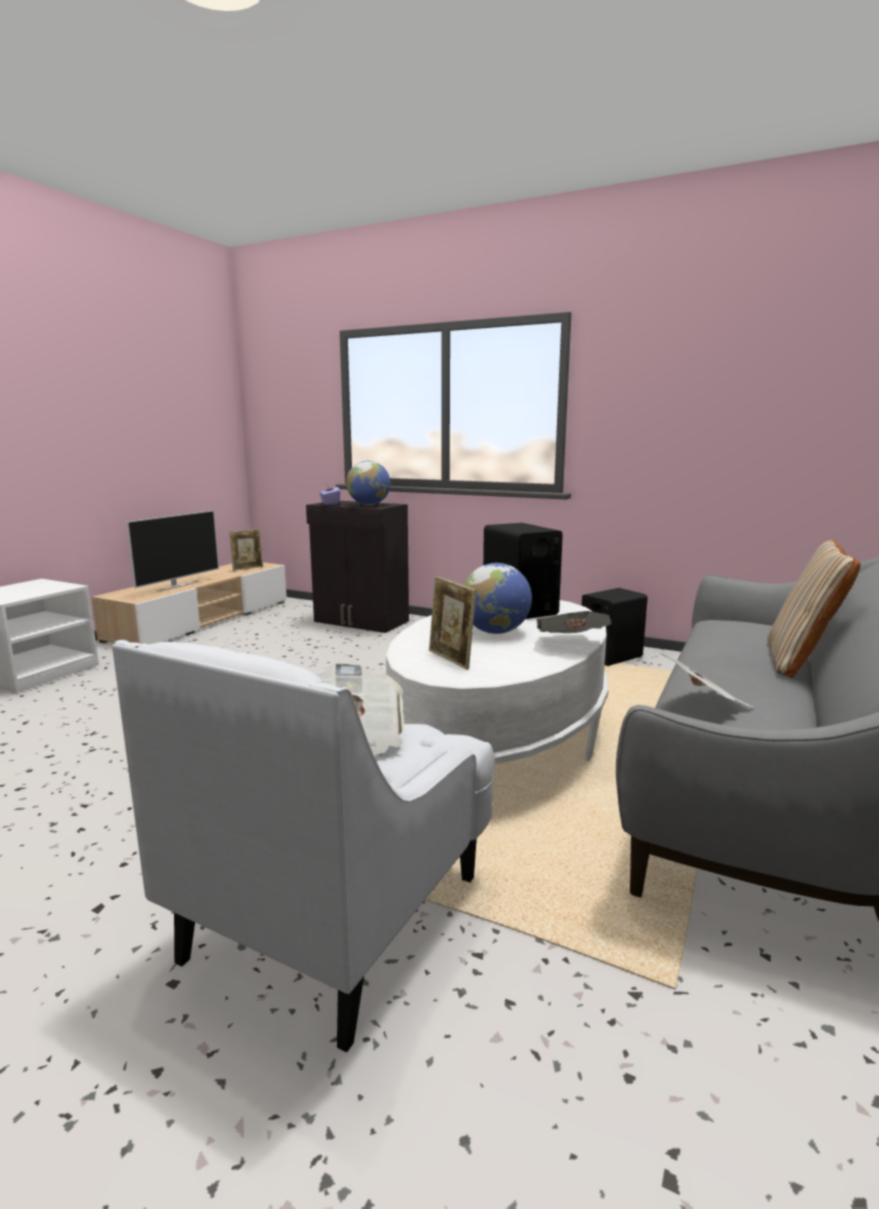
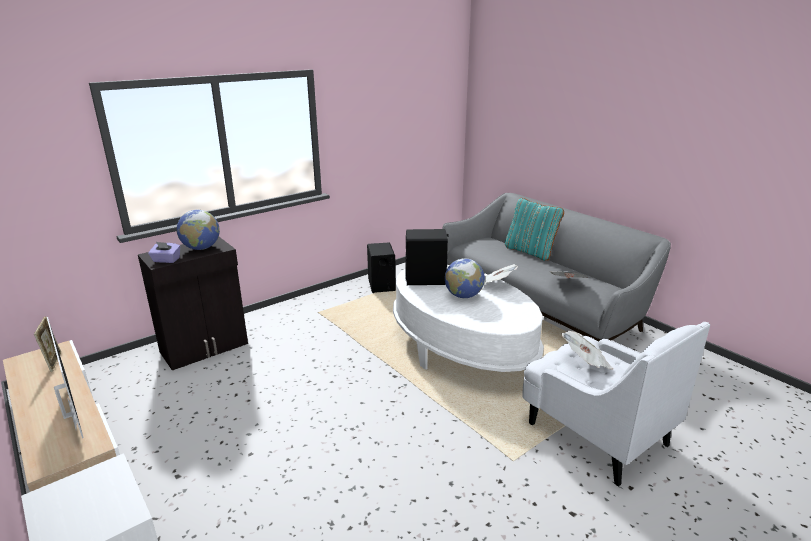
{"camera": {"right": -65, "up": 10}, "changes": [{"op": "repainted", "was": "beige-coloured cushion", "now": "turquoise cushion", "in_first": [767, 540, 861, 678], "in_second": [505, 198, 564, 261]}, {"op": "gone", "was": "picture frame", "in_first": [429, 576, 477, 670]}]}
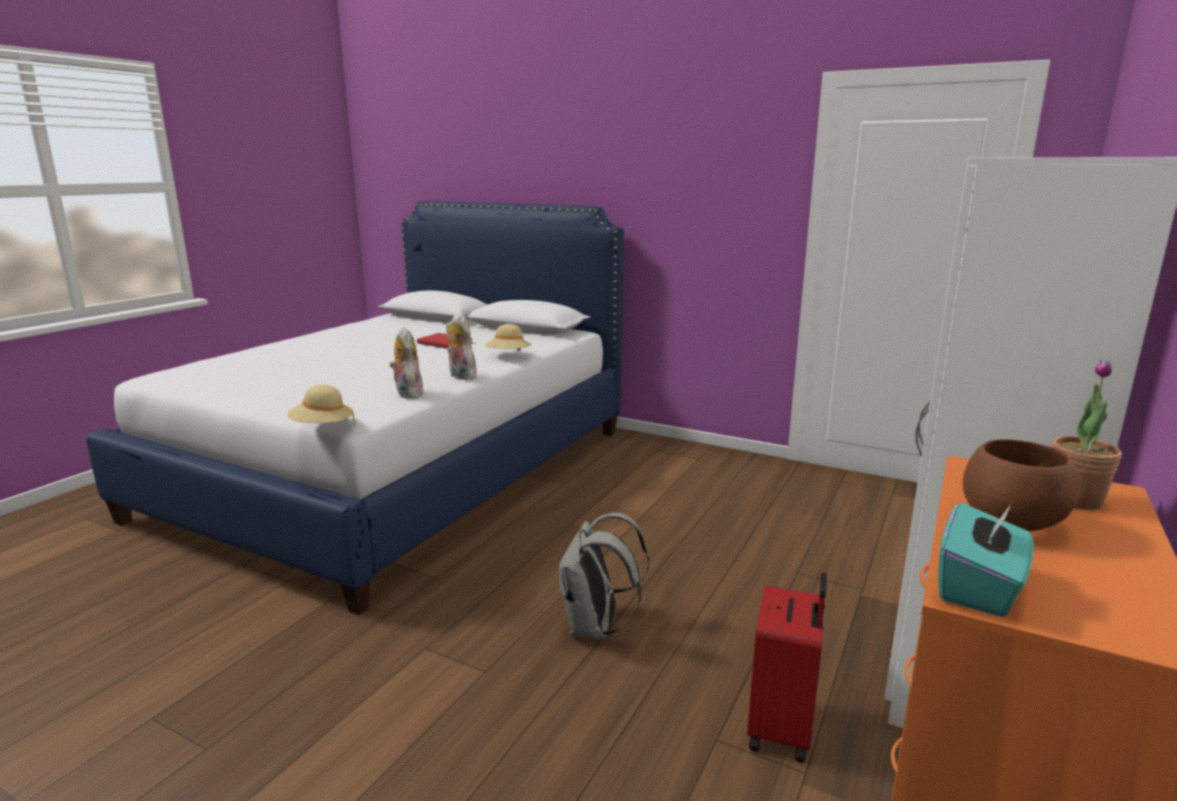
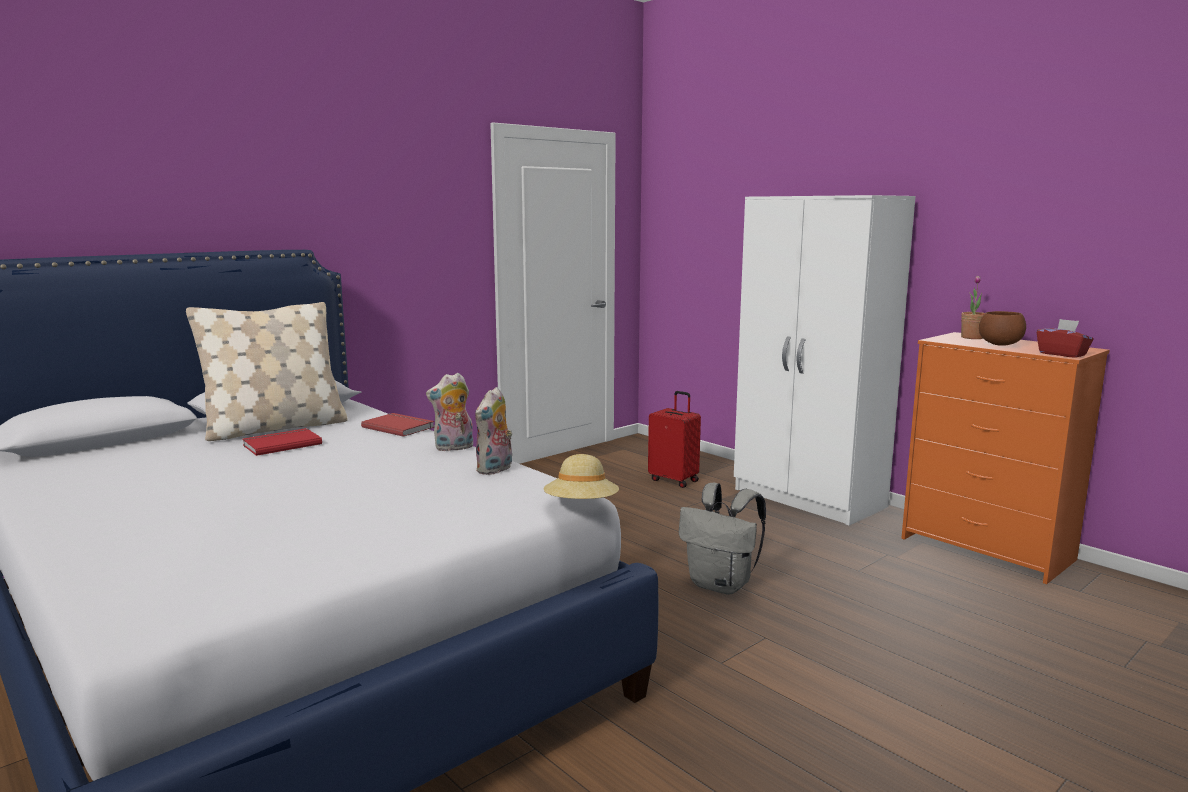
{"camera": {"right": -70, "up": -5}, "changes": [{"op": "swapped", "was": "beige-coloured wearable hat", "now": "red-coloured book", "in_first": [485, 324, 531, 351], "in_second": [361, 413, 434, 437]}, {"op": "rotated", "was": "cuddly toy", "in_first": [389, 327, 424, 399], "in_second": [475, 387, 512, 475], "clockwise": -60}, {"op": "repainted", "was": "turquoise box of tissues", "now": "red-coloured box of tissues", "in_first": [938, 503, 1034, 617], "in_second": [1037, 319, 1094, 358]}, {"op": "shifted", "was": "red-coloured travel case", "in_first": [747, 572, 827, 763], "in_second": [648, 391, 701, 488]}, {"op": "new", "now": "beige-coloured cushion", "in_second": [186, 302, 348, 441]}]}
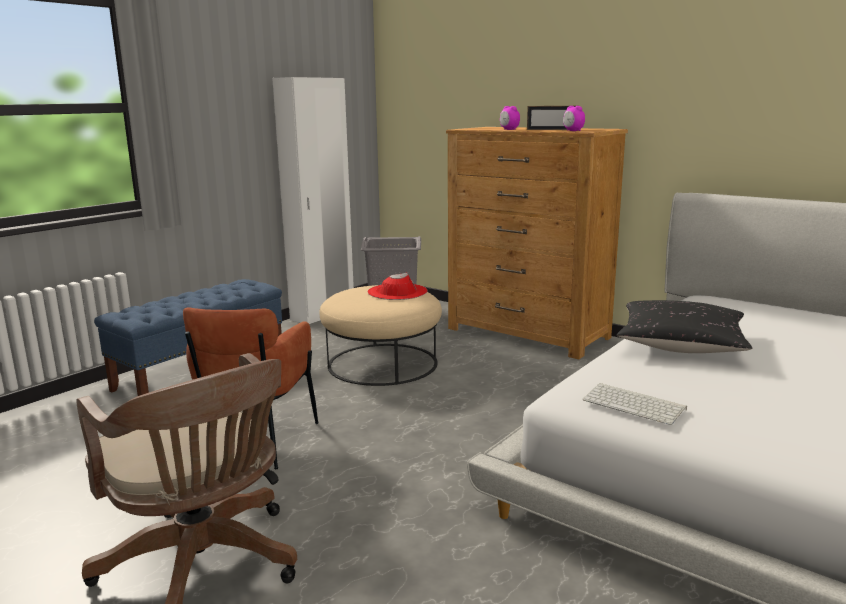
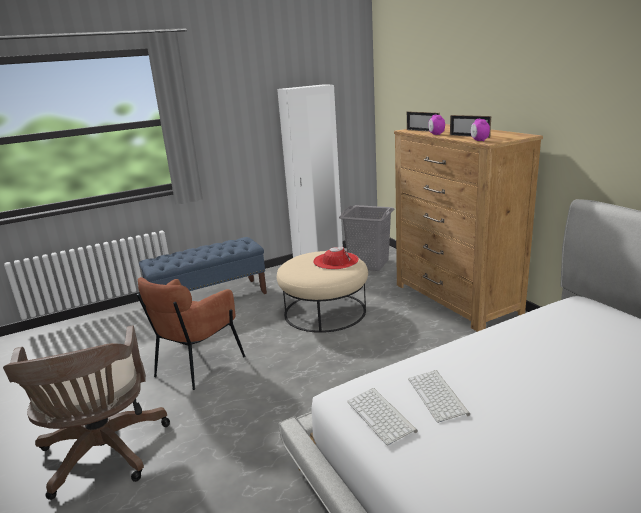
{"camera": {"right": 25, "up": 5}, "changes": [{"op": "gone", "was": "black-coloured cushion", "in_first": [617, 300, 752, 353]}, {"op": "new", "now": "picture frame", "in_second": [407, 112, 440, 132]}, {"op": "new", "now": "keyboard", "in_second": [408, 370, 470, 423]}]}
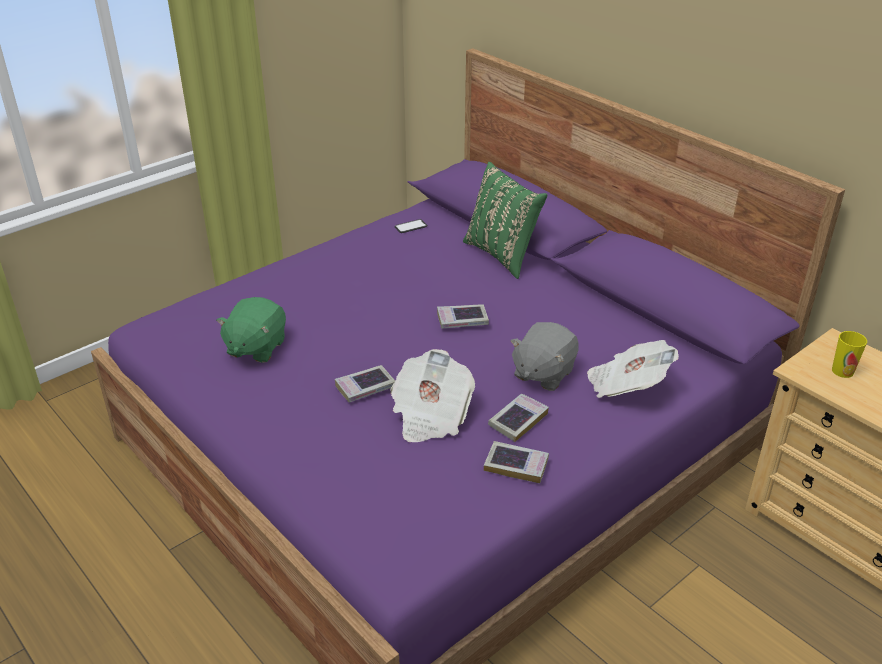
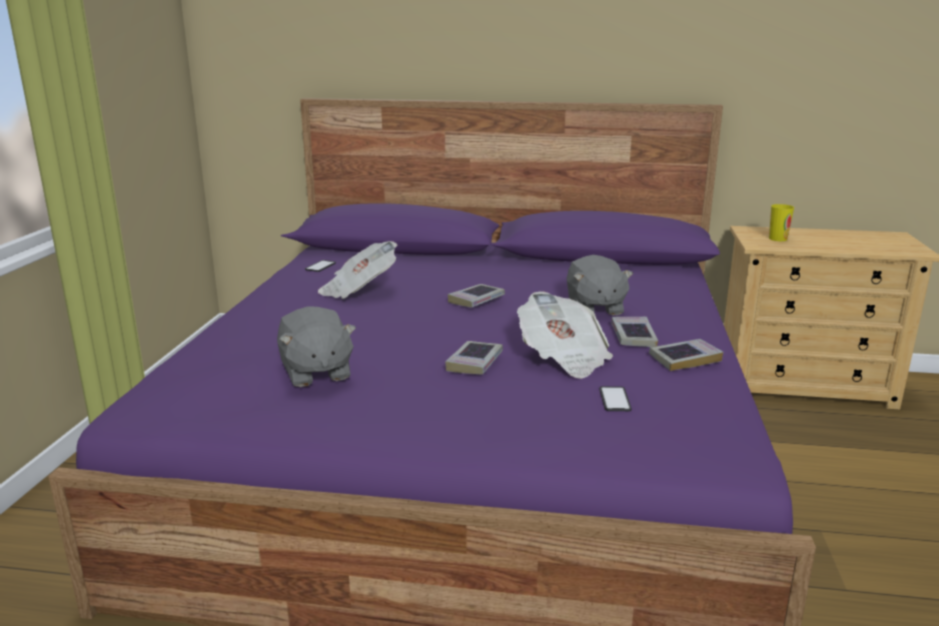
{"camera": {"right": -40, "up": -15}, "changes": [{"op": "gone", "was": "green-coloured cushion", "in_first": [463, 162, 547, 279]}, {"op": "repainted", "was": "green-coloured cuddly toy", "now": "greyish cuddly toy", "in_first": [216, 297, 286, 363], "in_second": [277, 306, 356, 387]}, {"op": "shifted", "was": "daily paper", "in_first": [587, 340, 679, 398], "in_second": [318, 241, 398, 299]}, {"op": "new", "now": "telephone", "in_second": [599, 386, 632, 411]}]}
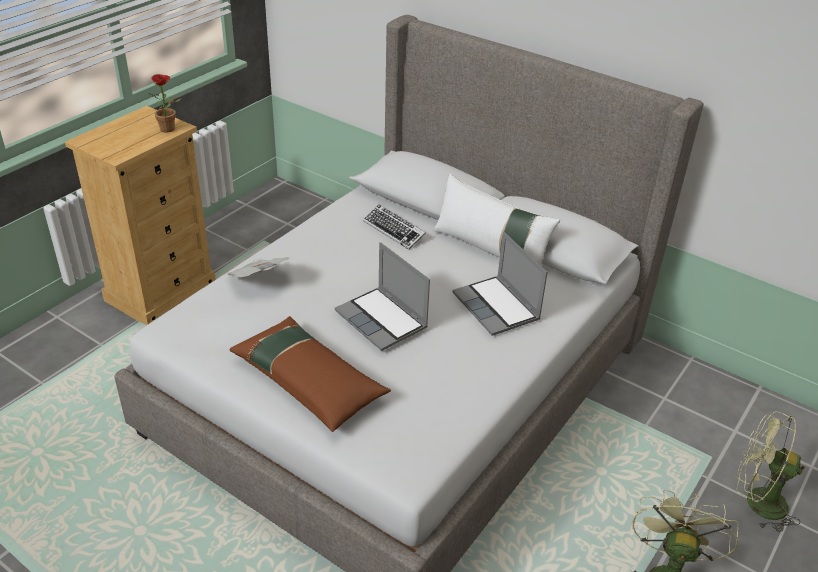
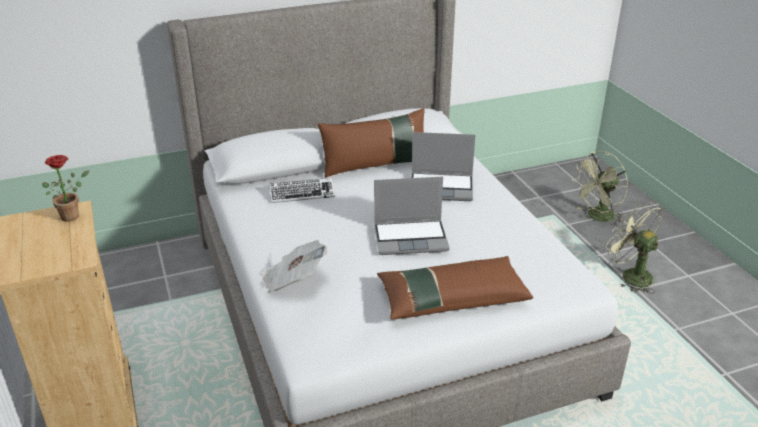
{"camera": {"right": -55, "up": -5}, "changes": [{"op": "repainted", "was": "white cushion", "now": "brownish cushion", "in_first": [434, 174, 560, 265], "in_second": [318, 108, 425, 178]}]}
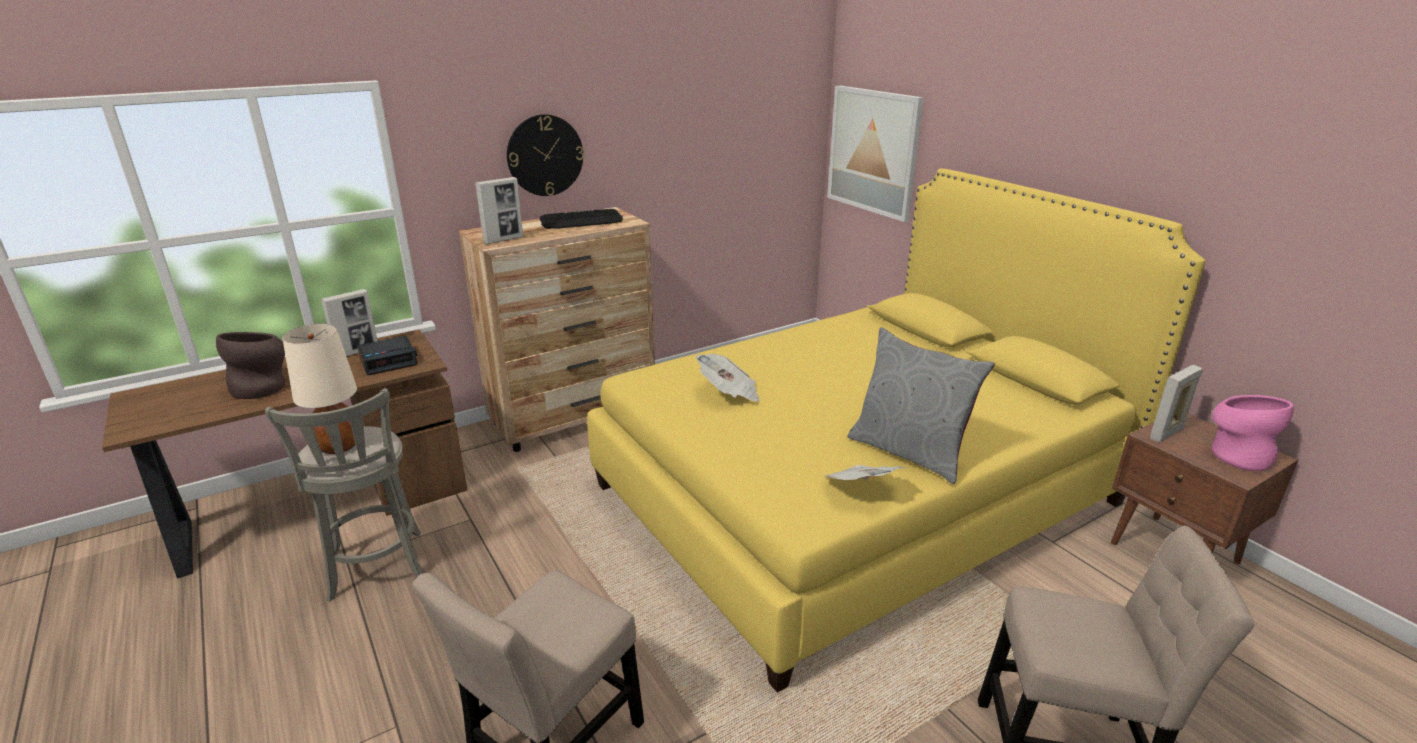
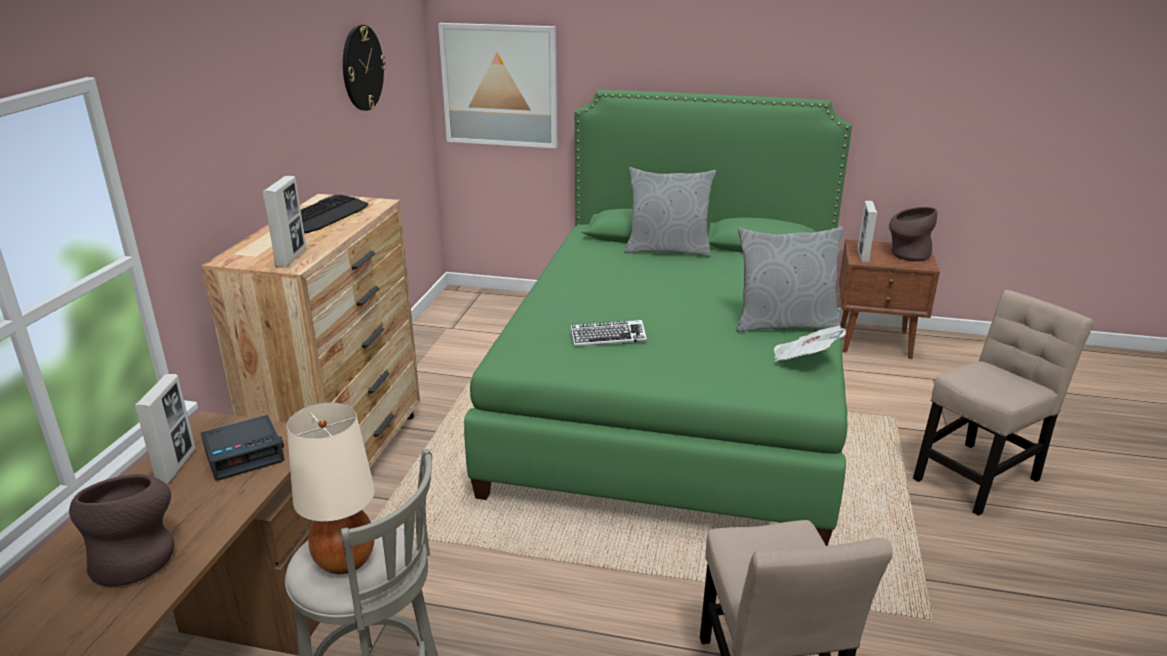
{"camera": {"right": -45, "up": 0}, "changes": [{"op": "shifted", "was": "clock on the wall", "in_first": [507, 114, 584, 196], "in_second": [343, 25, 386, 111]}, {"op": "repainted", "was": "yellow-coloured sleeping bed", "now": "green-coloured sleeping bed", "in_first": [587, 168, 1206, 692], "in_second": [464, 90, 852, 546]}, {"op": "rotated", "was": "alarm clock", "in_first": [357, 336, 417, 375], "in_second": [201, 415, 285, 481], "clockwise": 45}, {"op": "swapped", "was": "daily paper", "now": "keyboard", "in_first": [696, 354, 759, 402], "in_second": [570, 320, 647, 347]}, {"op": "repainted", "was": "pink-coloured decorative vase", "now": "brownish decorative vase", "in_first": [1211, 395, 1294, 471], "in_second": [889, 207, 937, 261]}, {"op": "new", "now": "greyish cushion", "in_second": [624, 167, 716, 257]}]}
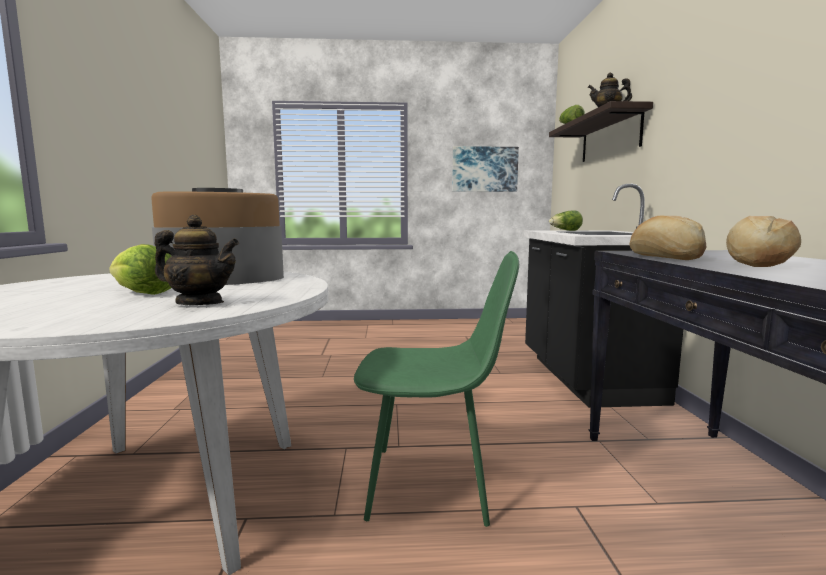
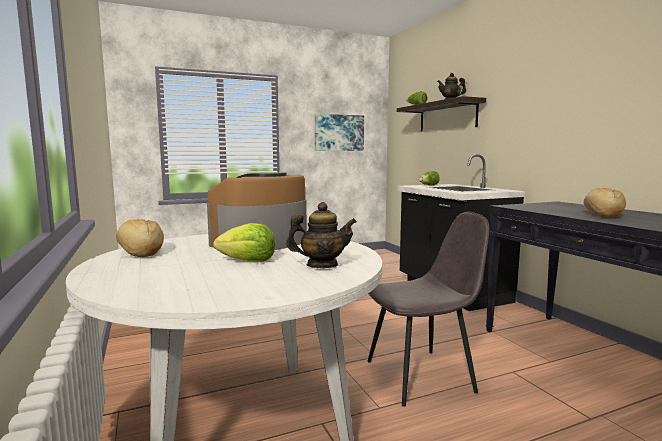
{"camera": {"right": -20, "up": 0}, "changes": [{"op": "shifted", "was": "bread", "in_first": [630, 216, 706, 260], "in_second": [116, 219, 164, 258]}, {"op": "repainted", "was": "green-coloured chair", "now": "greyish chair", "in_first": [354, 251, 519, 527], "in_second": [368, 212, 489, 407]}]}
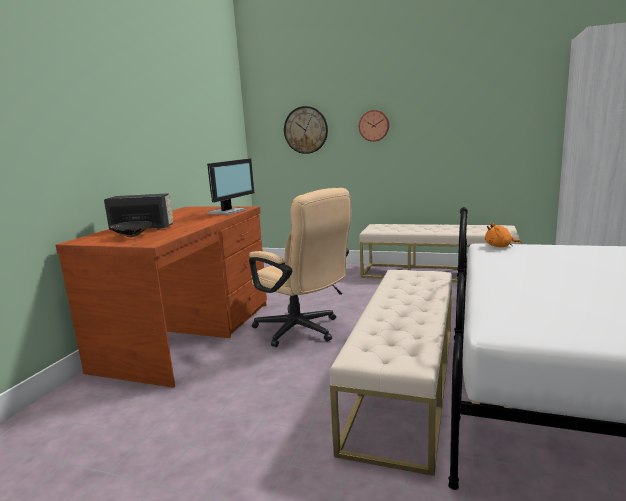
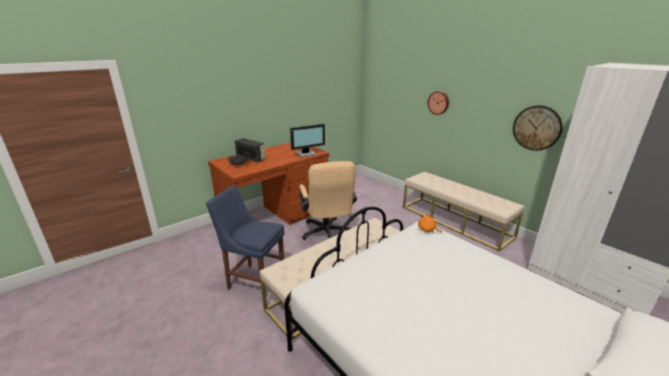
{"camera": {"right": 30, "up": 10}, "changes": [{"op": "shifted", "was": "clock on the wall", "in_first": [284, 106, 328, 154], "in_second": [513, 105, 563, 151]}, {"op": "new", "now": "blue chair", "in_second": [206, 186, 284, 298]}]}
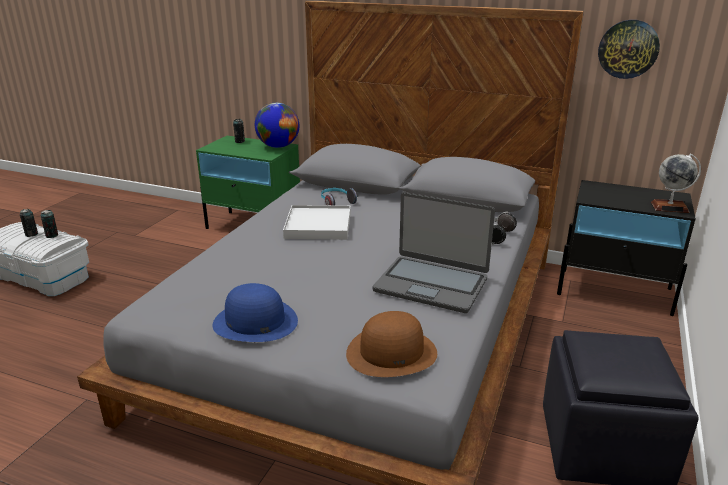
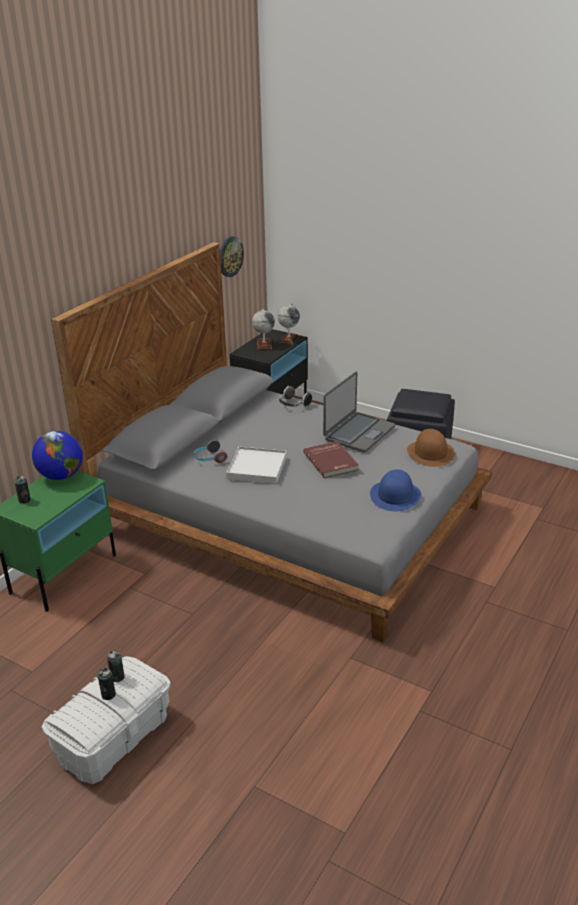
{"camera": {"right": -80, "up": 5}, "changes": [{"op": "new", "now": "world globe", "in_second": [252, 308, 275, 350]}, {"op": "new", "now": "red-coloured book", "in_second": [303, 441, 358, 478]}]}
